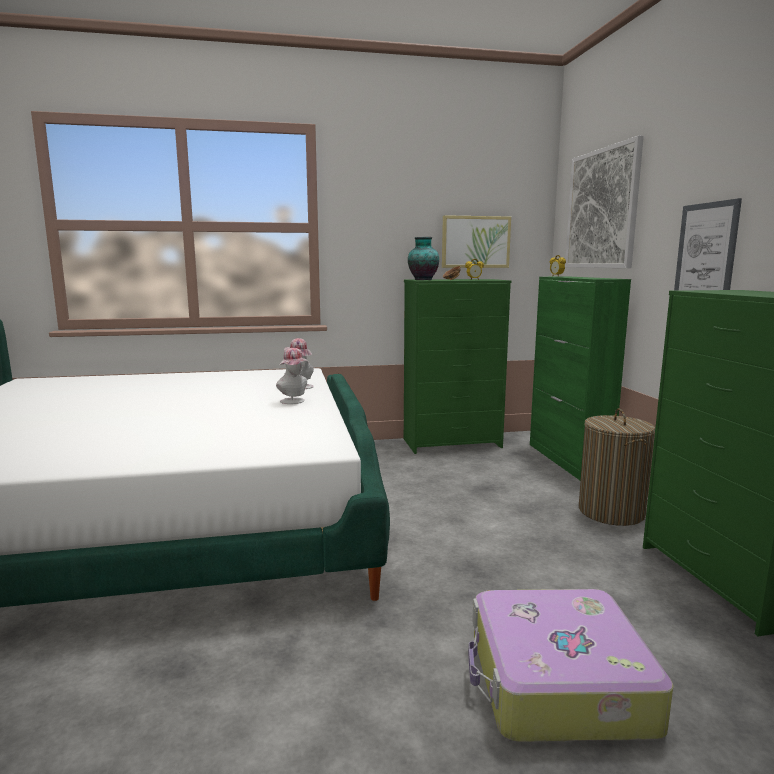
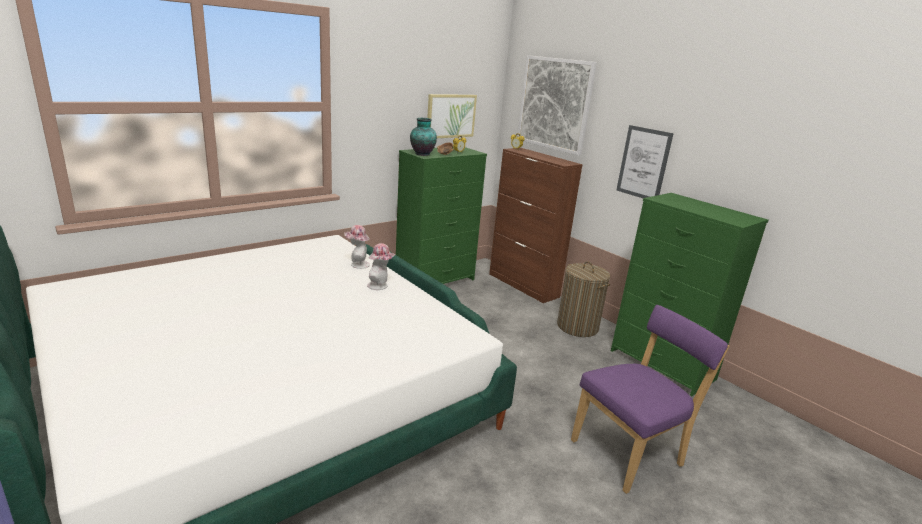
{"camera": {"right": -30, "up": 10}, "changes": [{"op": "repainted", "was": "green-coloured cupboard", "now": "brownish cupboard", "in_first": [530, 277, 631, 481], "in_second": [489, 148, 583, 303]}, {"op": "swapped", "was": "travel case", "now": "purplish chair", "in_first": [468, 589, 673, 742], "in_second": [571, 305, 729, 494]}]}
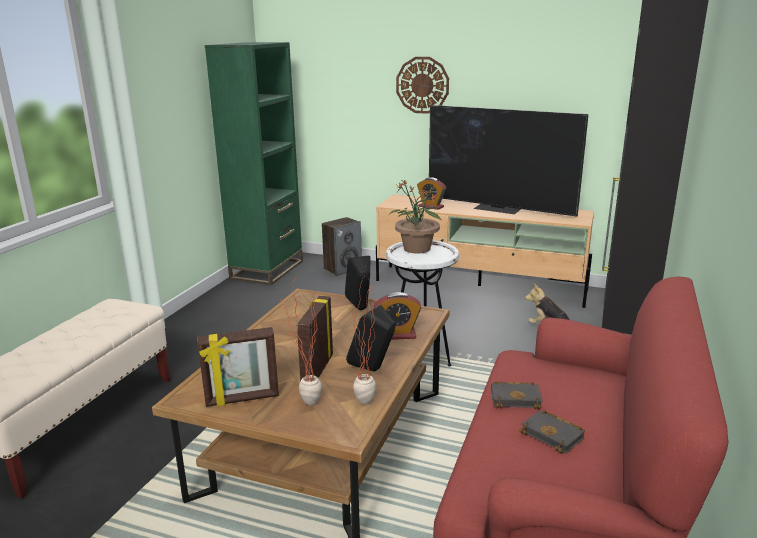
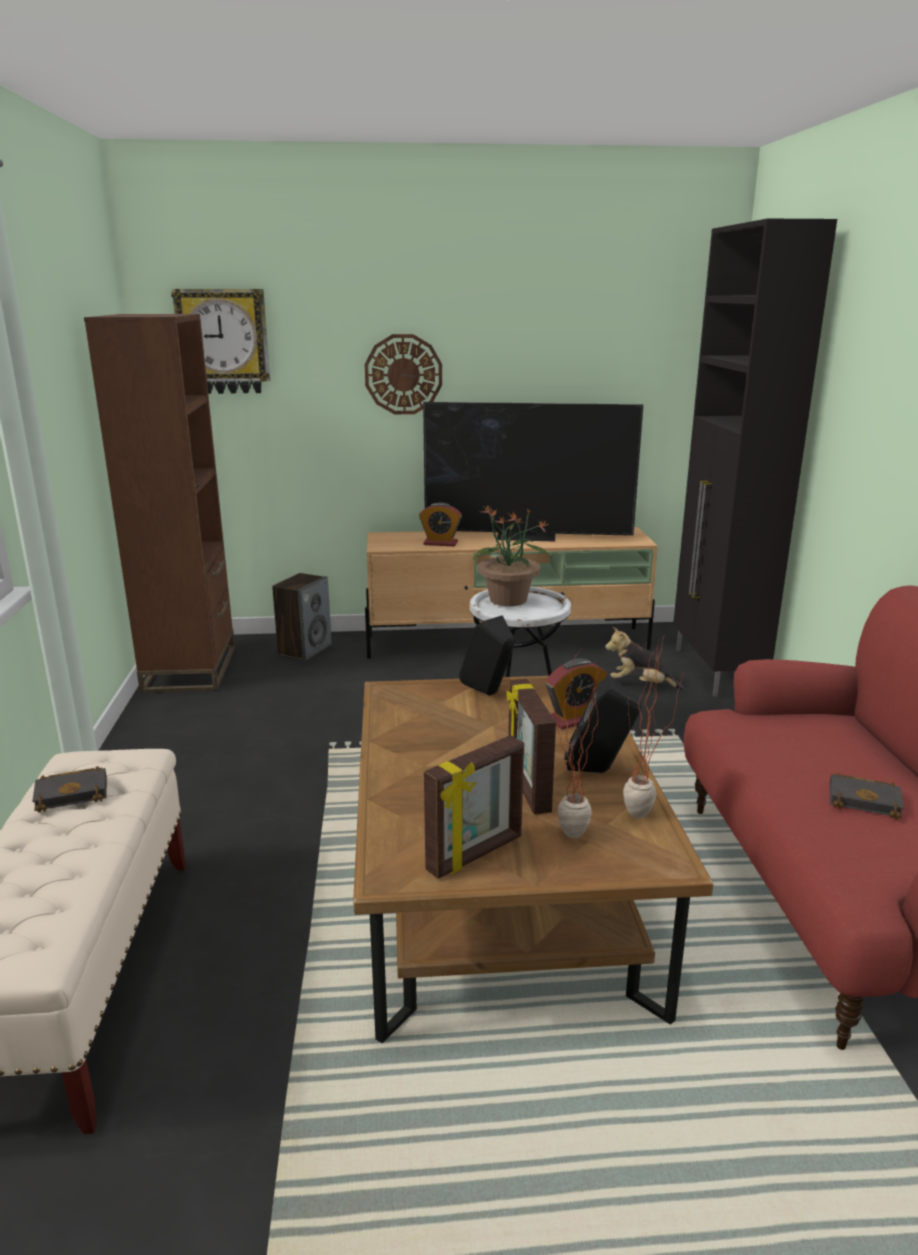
{"camera": {"right": -25, "up": 0}, "changes": [{"op": "repainted", "was": "green-coloured bookshelf", "now": "brownish bookshelf", "in_first": [205, 42, 303, 285], "in_second": [84, 314, 235, 693]}, {"op": "shifted", "was": "black-coloured book", "in_first": [491, 381, 543, 409], "in_second": [32, 766, 107, 812]}, {"op": "new", "now": "clock on the wall", "in_second": [171, 289, 270, 394]}]}
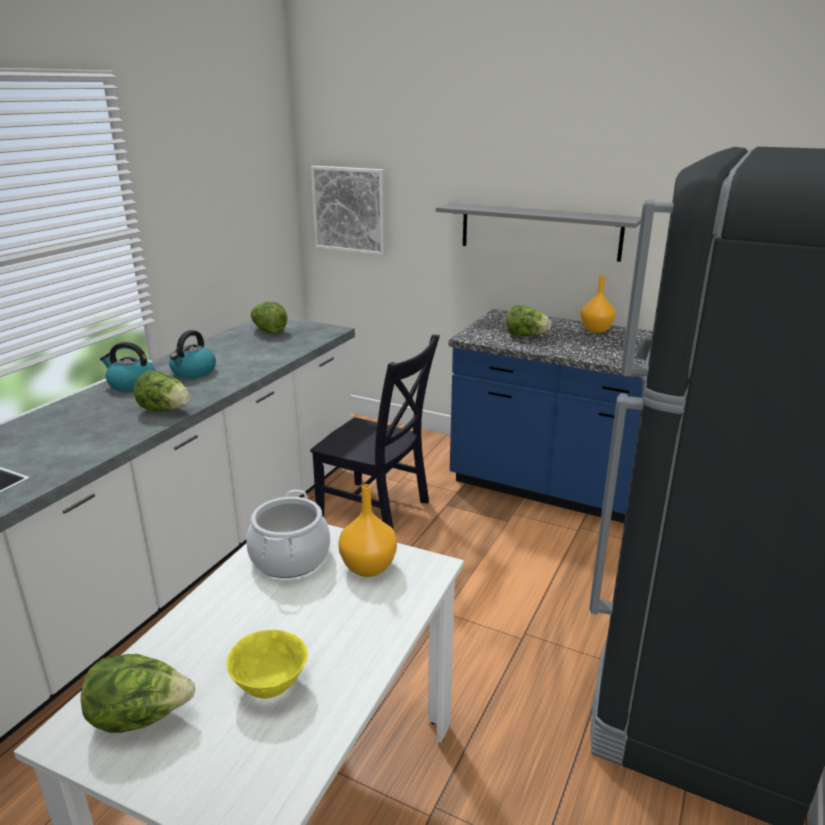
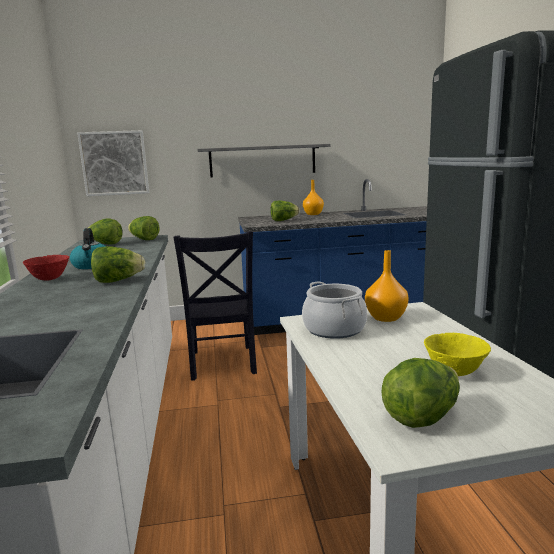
{"camera": {"right": -35, "up": -10}, "changes": [{"op": "rotated", "was": "black-coloured chair", "in_first": [310, 335, 440, 530], "in_second": [174, 231, 257, 381], "clockwise": 90}, {"op": "swapped", "was": "water kettle", "now": "red-coloured serving bowl", "in_first": [100, 342, 155, 392], "in_second": [23, 255, 69, 280]}, {"op": "new", "now": "head of lettuce", "in_second": [128, 216, 160, 240]}]}
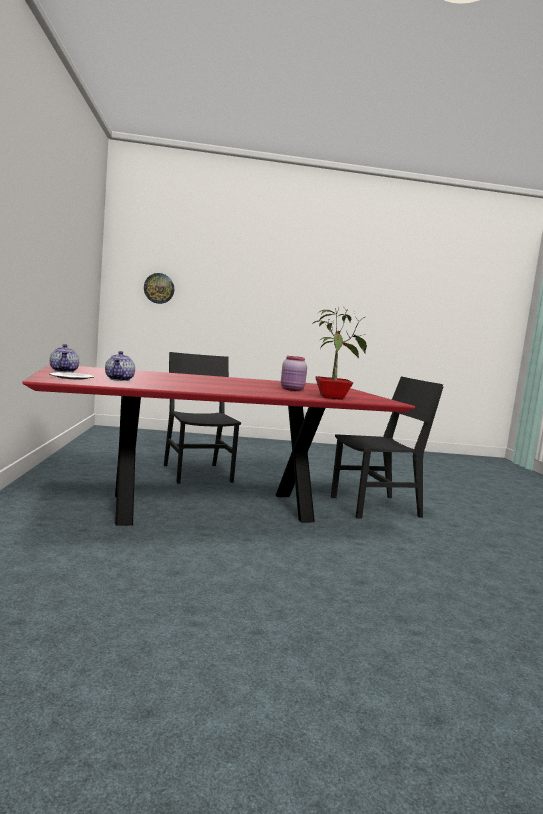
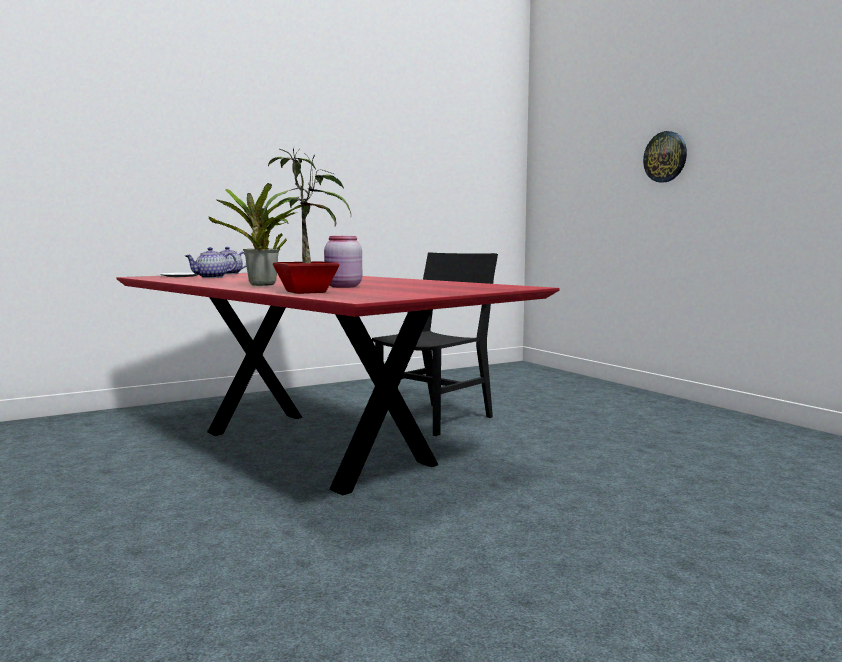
{"camera": {"right": 65, "up": 0}, "changes": [{"op": "shifted", "was": "clock on the wall", "in_first": [144, 273, 174, 304], "in_second": [643, 131, 687, 183]}, {"op": "gone", "was": "black-coloured chair", "in_first": [331, 376, 443, 519]}, {"op": "new", "now": "plant in a pot", "in_second": [209, 183, 301, 286]}]}
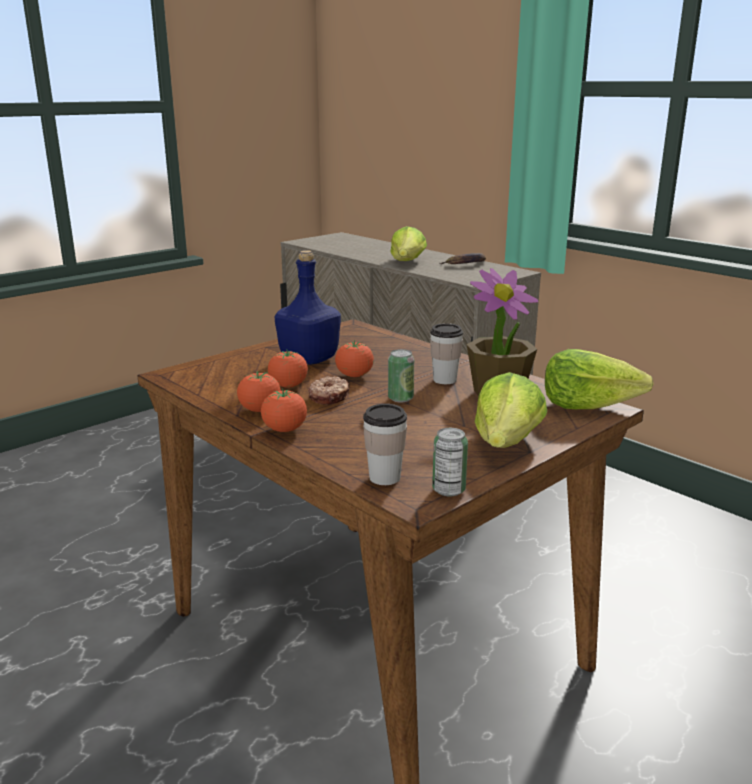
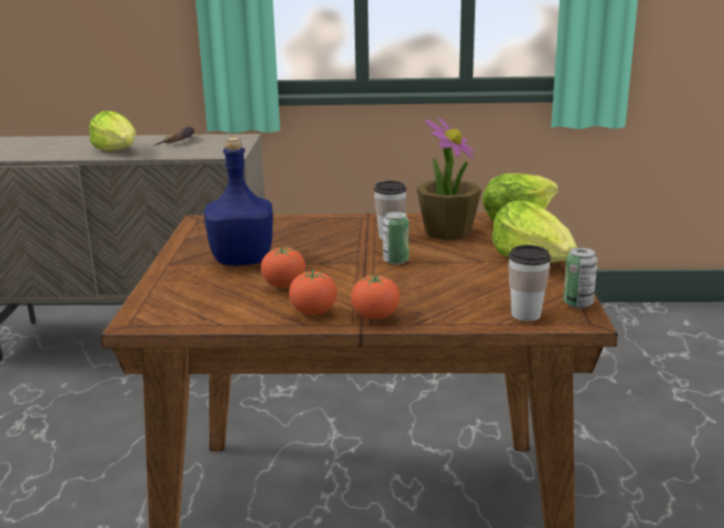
{"camera": {"right": -45, "up": 0}, "changes": [{"op": "gone", "was": "whole tomato", "in_first": [335, 340, 374, 377]}, {"op": "gone", "was": "ring doughnut", "in_first": [308, 376, 349, 405]}]}
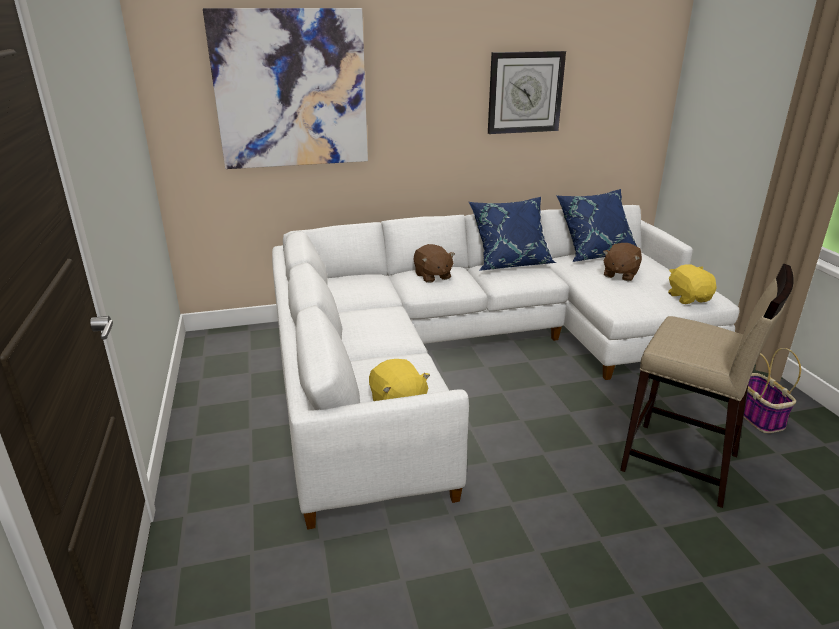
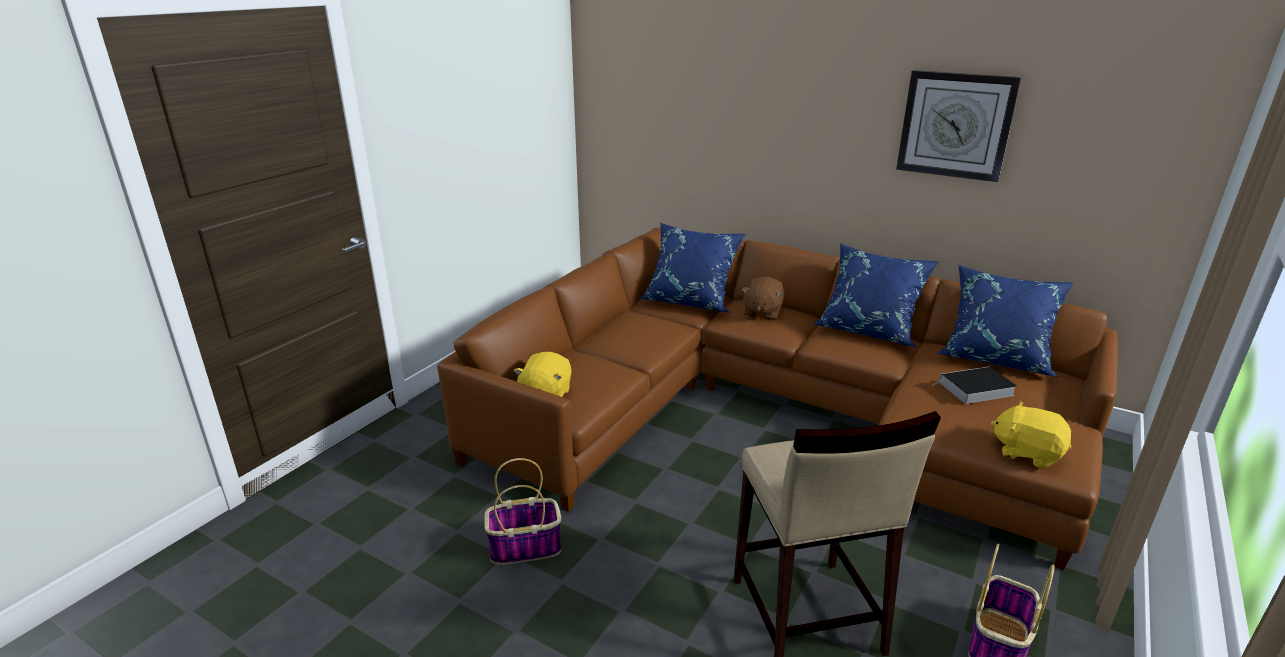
{"camera": {"right": 45, "up": 0}, "changes": [{"op": "gone", "was": "wall picture", "in_first": [203, 8, 368, 169]}, {"op": "repainted", "was": "white sofa", "now": "brownish sofa", "in_first": [272, 205, 739, 530], "in_second": [437, 227, 1118, 570]}, {"op": "swapped", "was": "brownish cuddly toy", "now": "book", "in_first": [603, 243, 642, 281], "in_second": [932, 366, 1017, 404]}, {"op": "rotated", "was": "yellow-coloured cuddly toy", "in_first": [668, 264, 717, 304], "in_second": [991, 401, 1071, 469], "clockwise": -90}, {"op": "new", "now": "blue cushion", "in_second": [639, 223, 745, 313]}, {"op": "new", "now": "household basket", "in_second": [484, 458, 562, 565]}]}
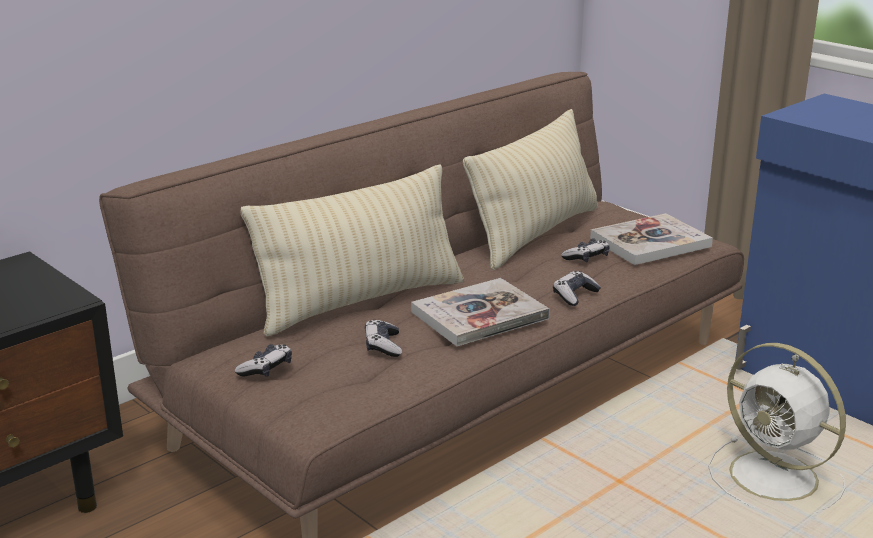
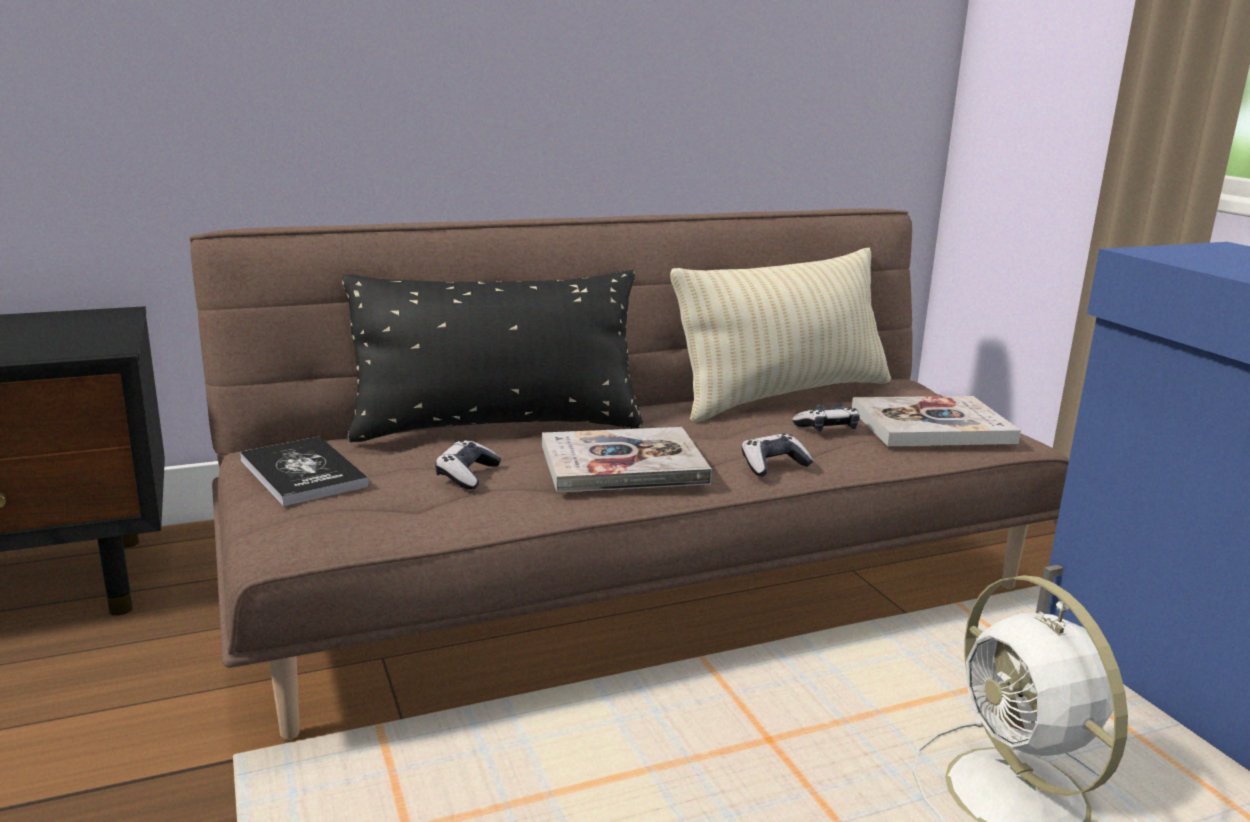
{"camera": {"right": 20, "up": -5}, "changes": [{"op": "repainted", "was": "beige-coloured cushion", "now": "black-coloured cushion", "in_first": [240, 164, 464, 337], "in_second": [342, 270, 644, 442]}, {"op": "swapped", "was": "gamepad", "now": "book", "in_first": [235, 344, 292, 377], "in_second": [240, 436, 369, 506]}]}
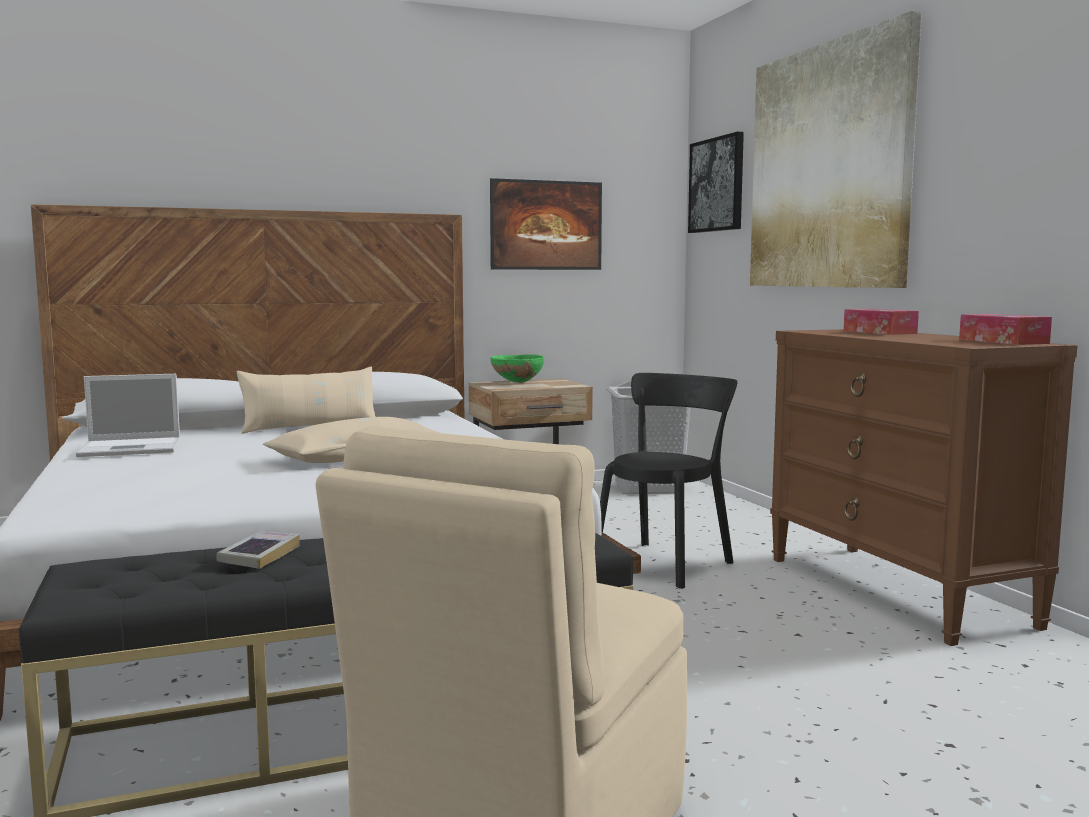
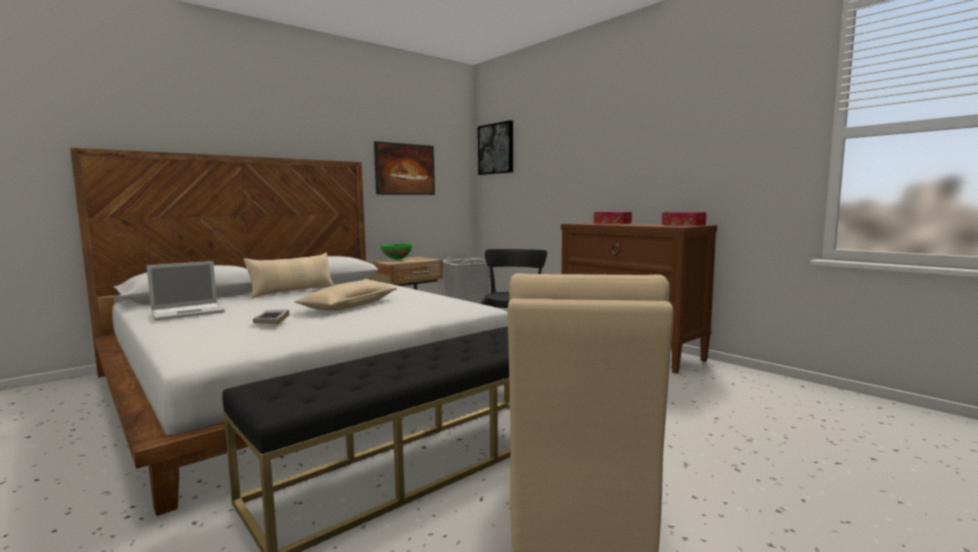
{"camera": {"right": -20, "up": 0}, "changes": [{"op": "gone", "was": "wall picture", "in_first": [750, 11, 922, 288]}, {"op": "shifted", "was": "book", "in_first": [216, 532, 300, 569], "in_second": [253, 309, 289, 324]}]}
